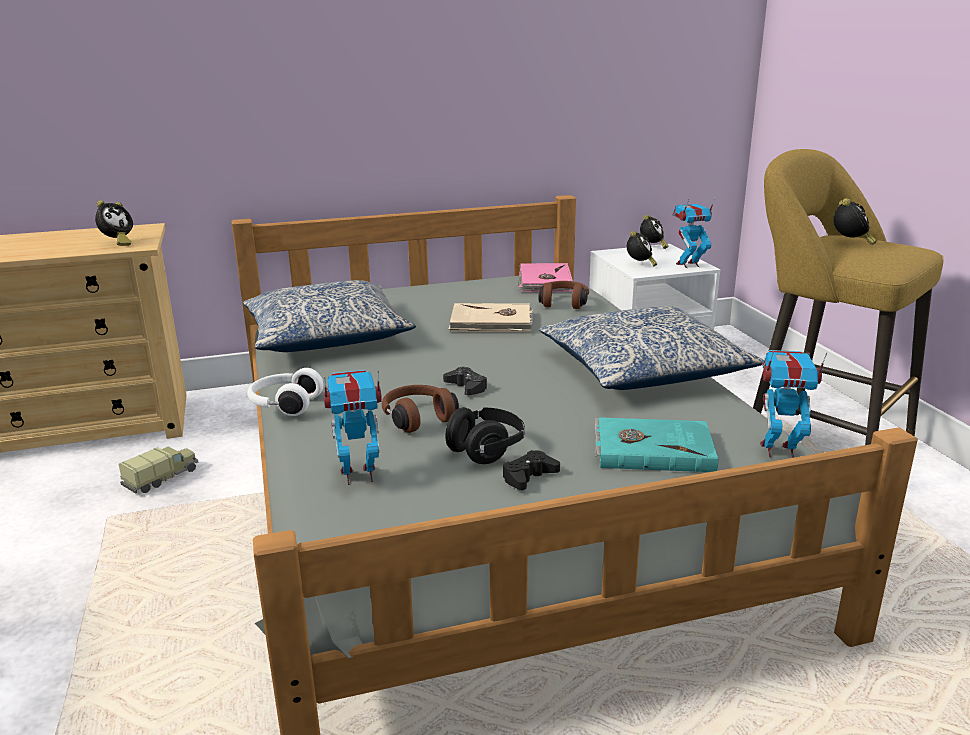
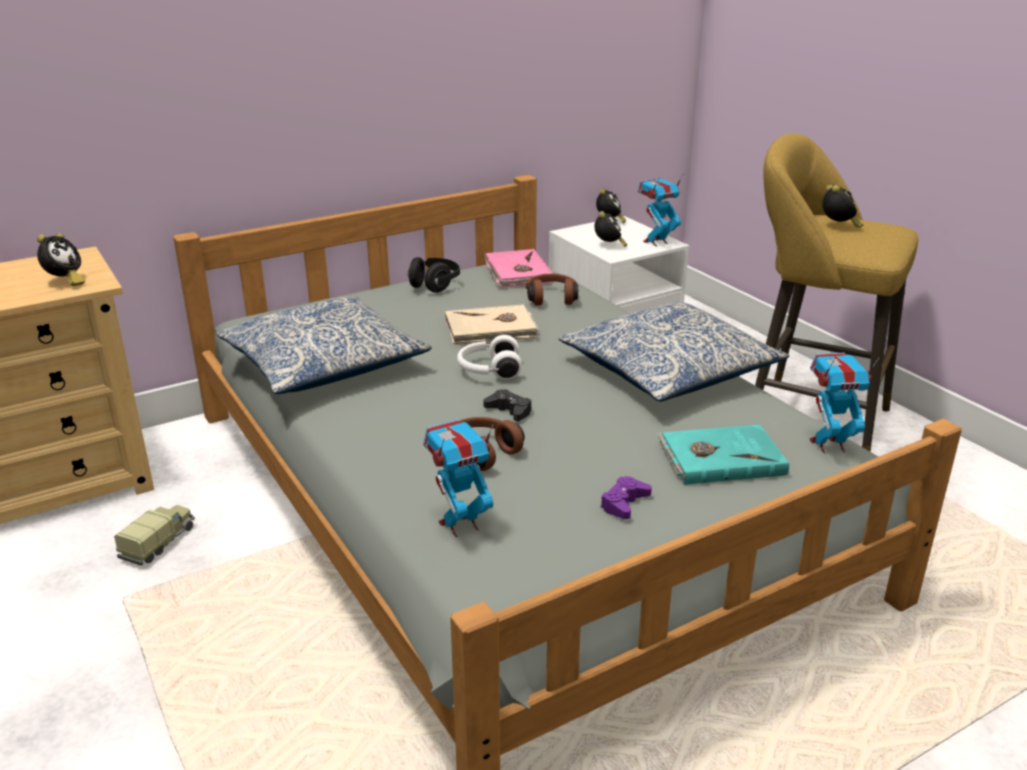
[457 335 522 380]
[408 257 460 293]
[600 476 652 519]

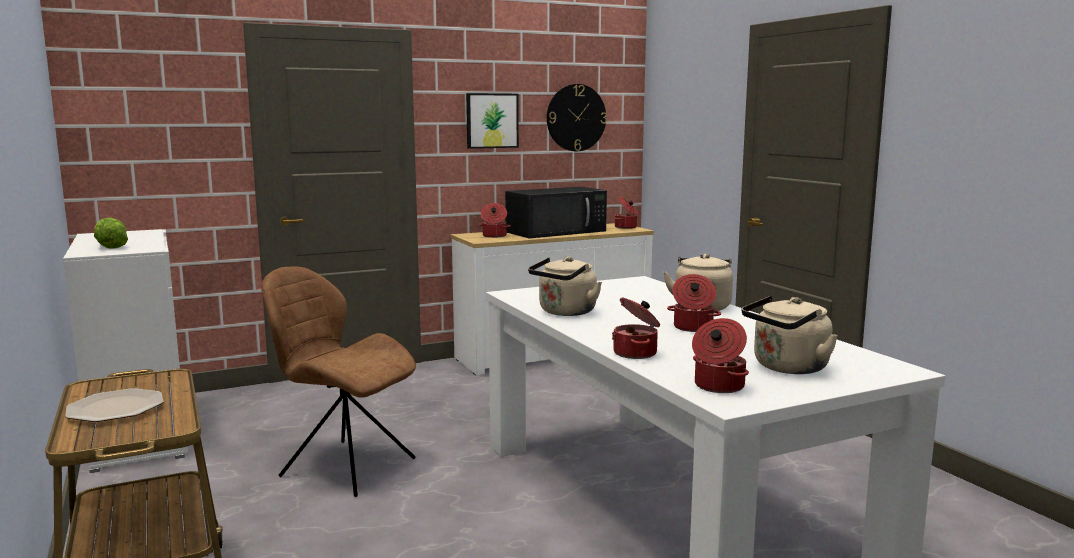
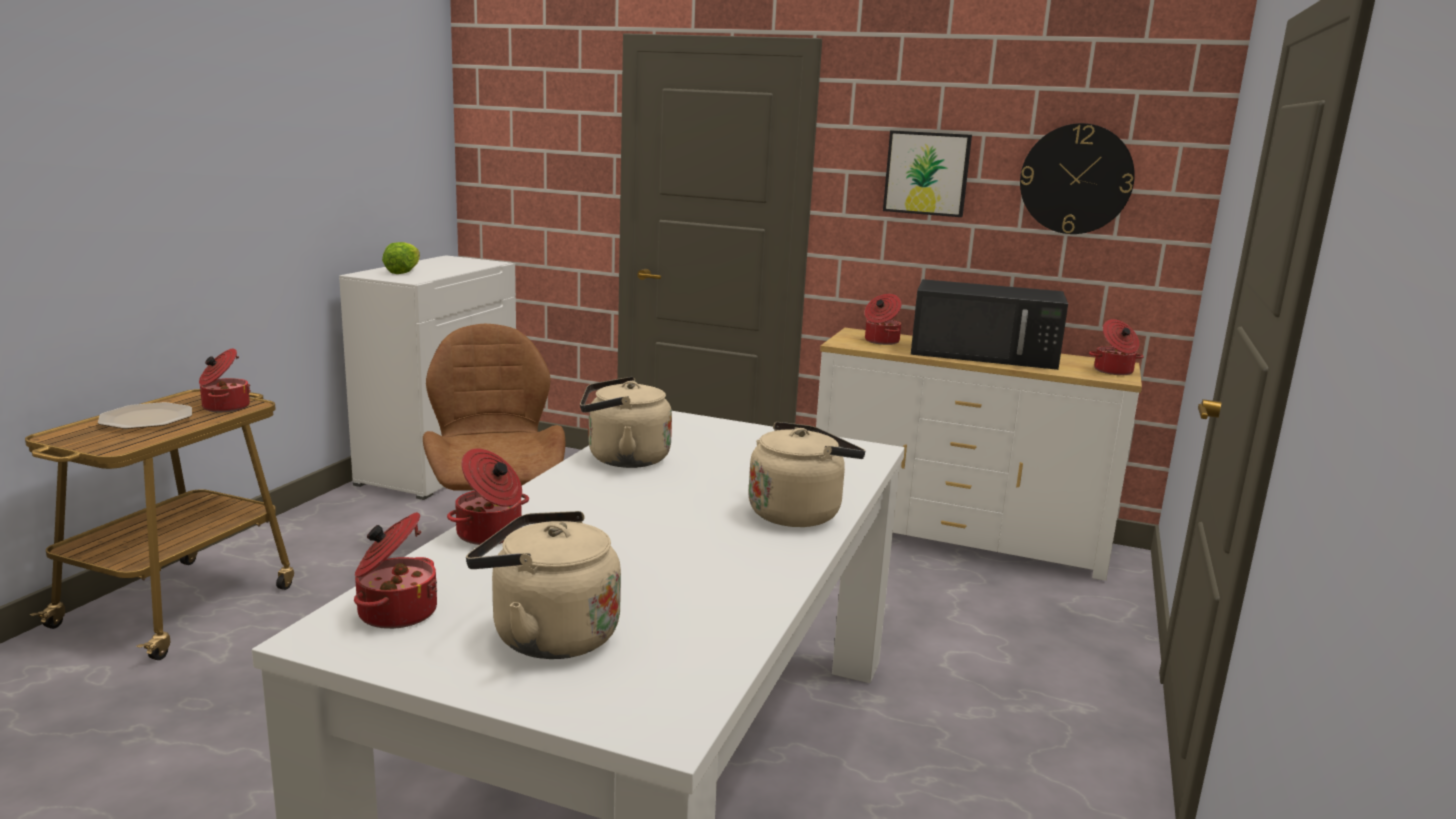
[199 349 251 412]

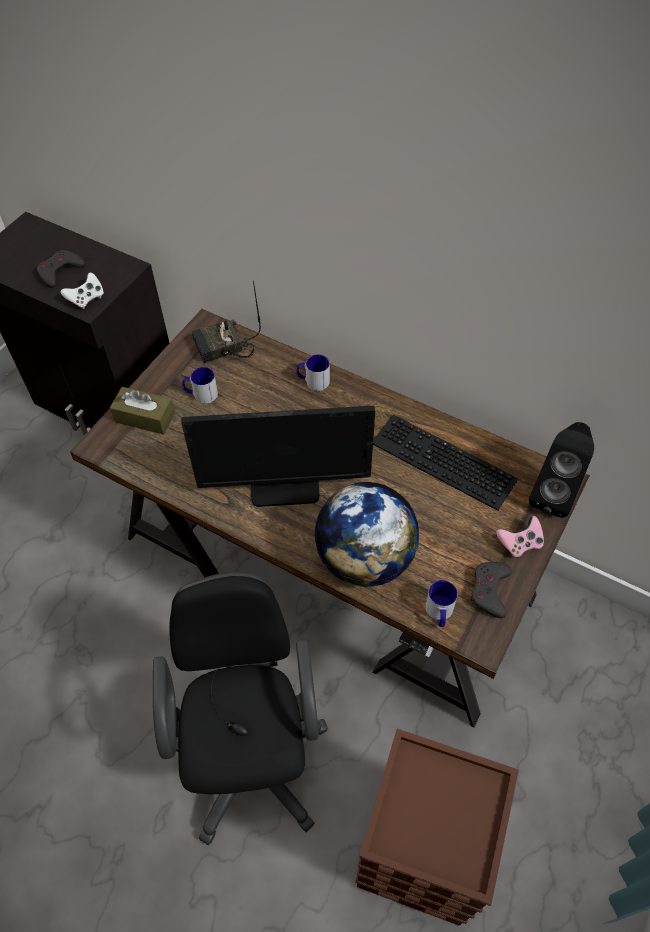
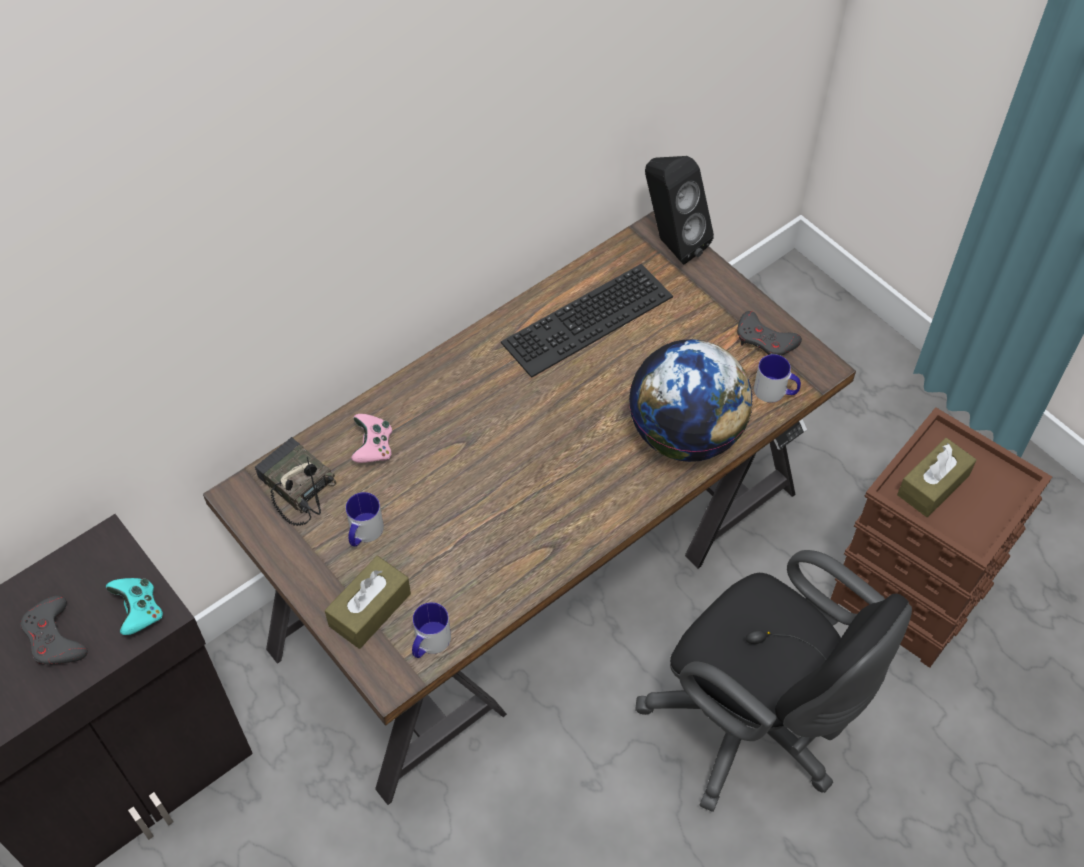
[106 578 163 635]
[635 550 912 812]
[181 406 375 507] (first image)
[255 437 336 526]
[412 602 451 658]
[351 414 392 463]
[897 438 977 517]

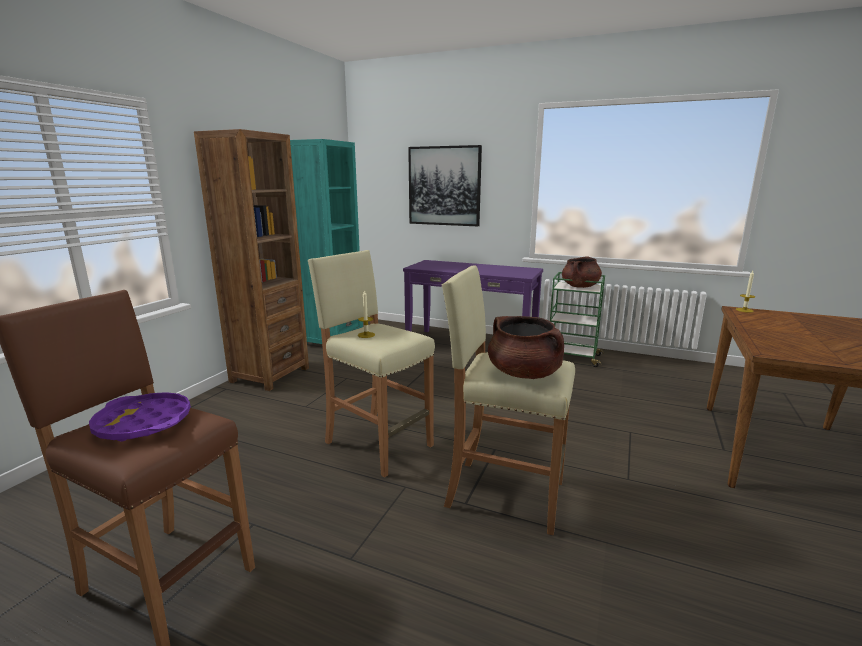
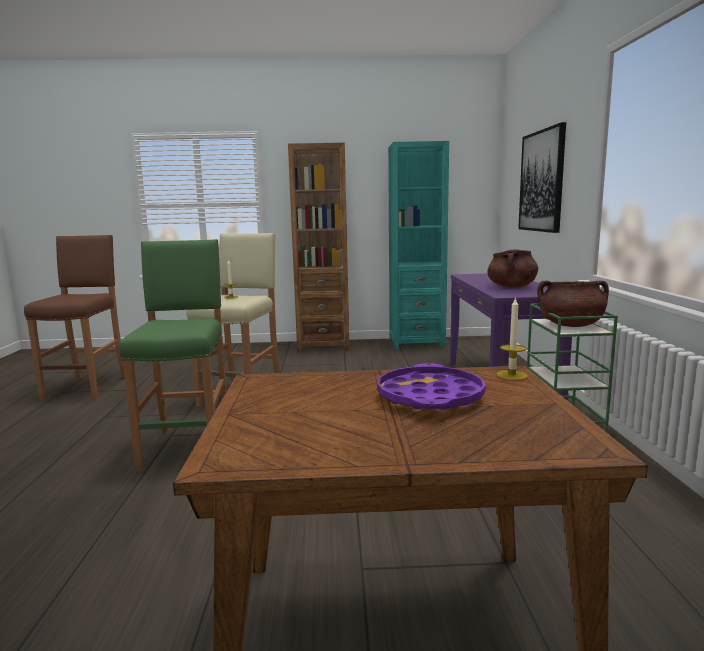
[377 363 486 410]
[119 239 227 472]
[487 249 538 288]

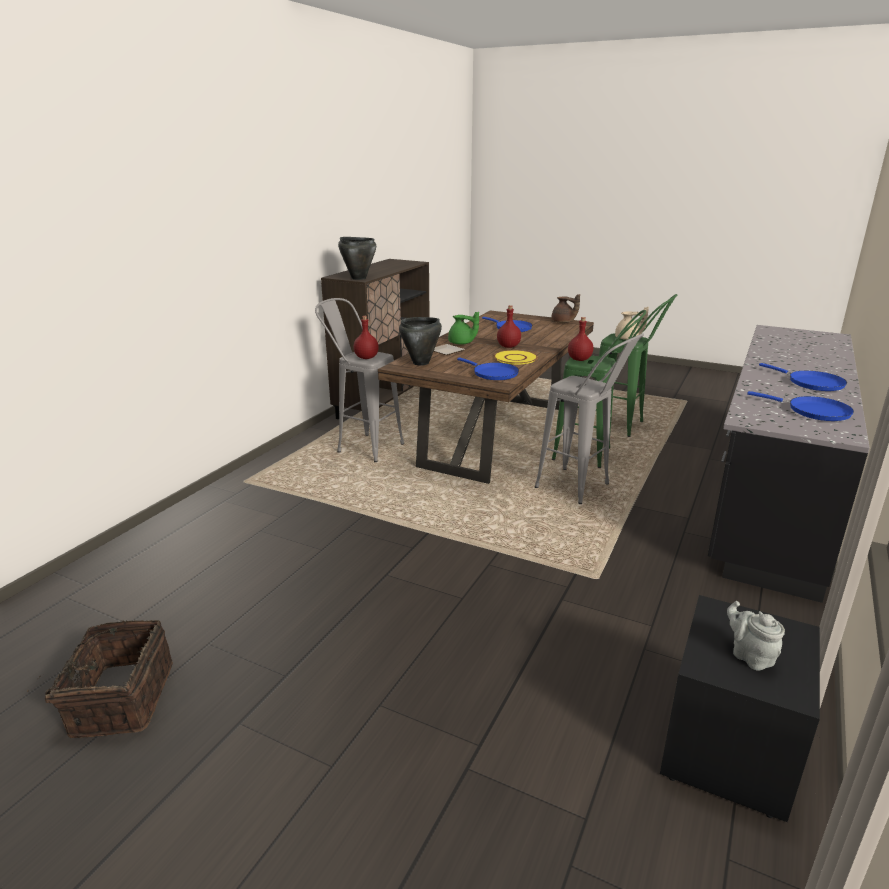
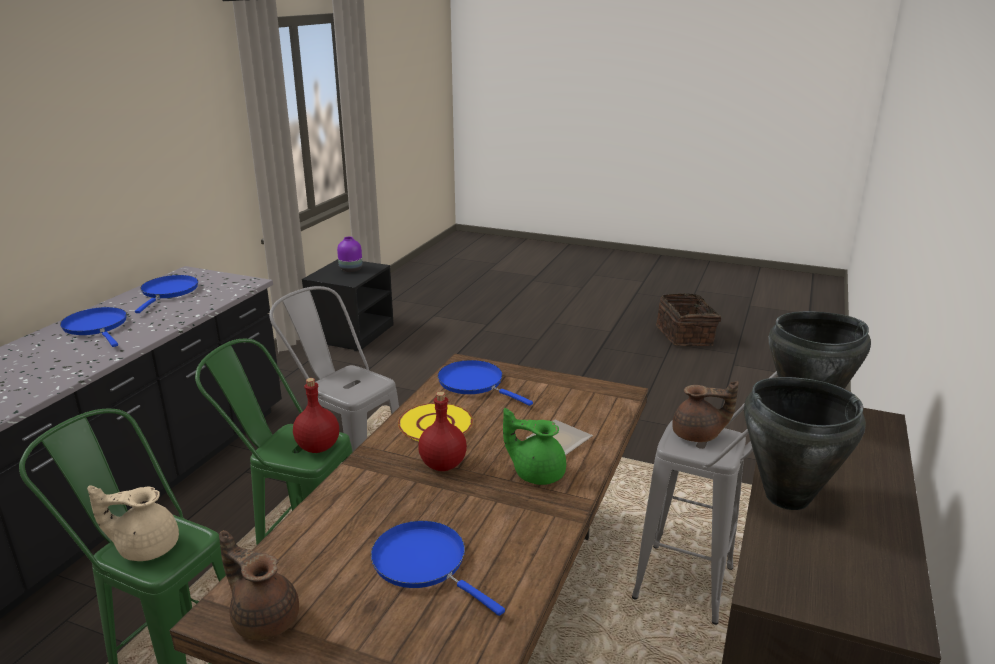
[672 381 739 442]
[744 377 866 510]
[337 237 362 272]
[135 275 198 313]

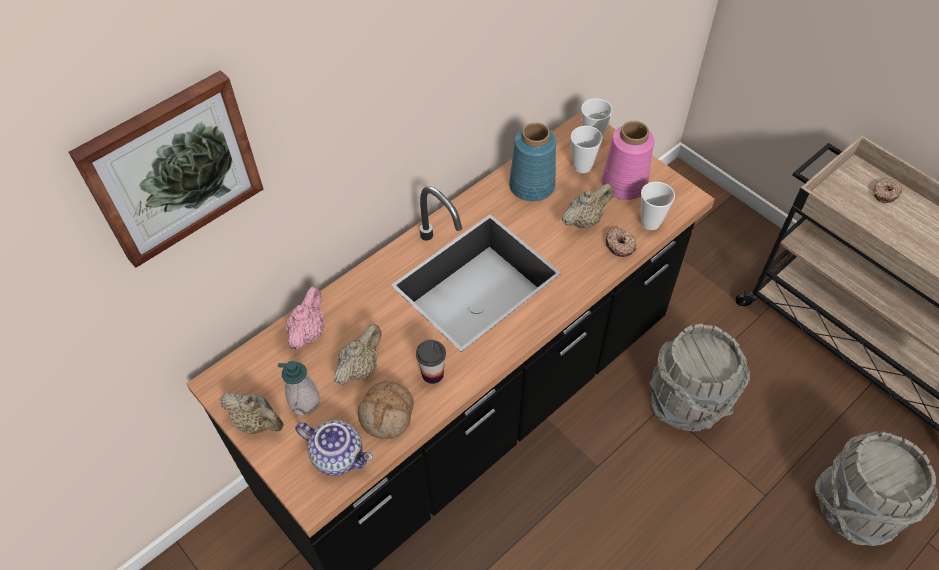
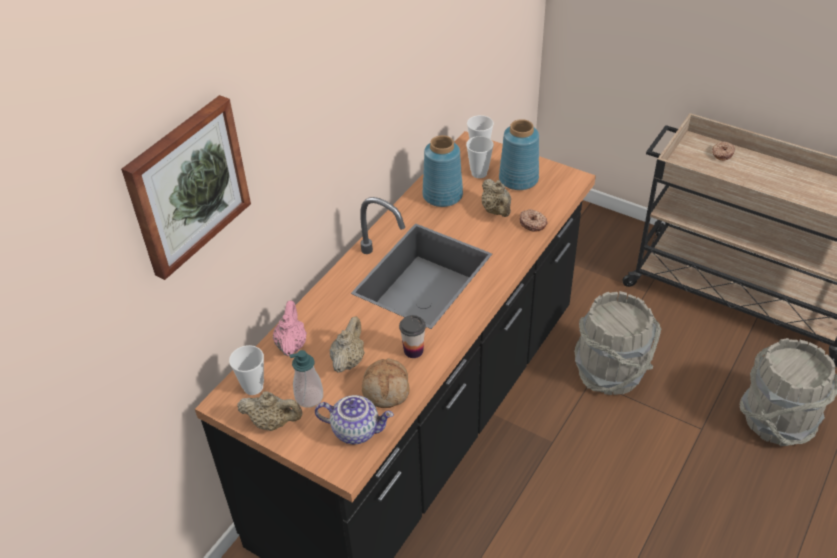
[482 179 511 217]
[499 119 539 190]
[229 345 264 395]

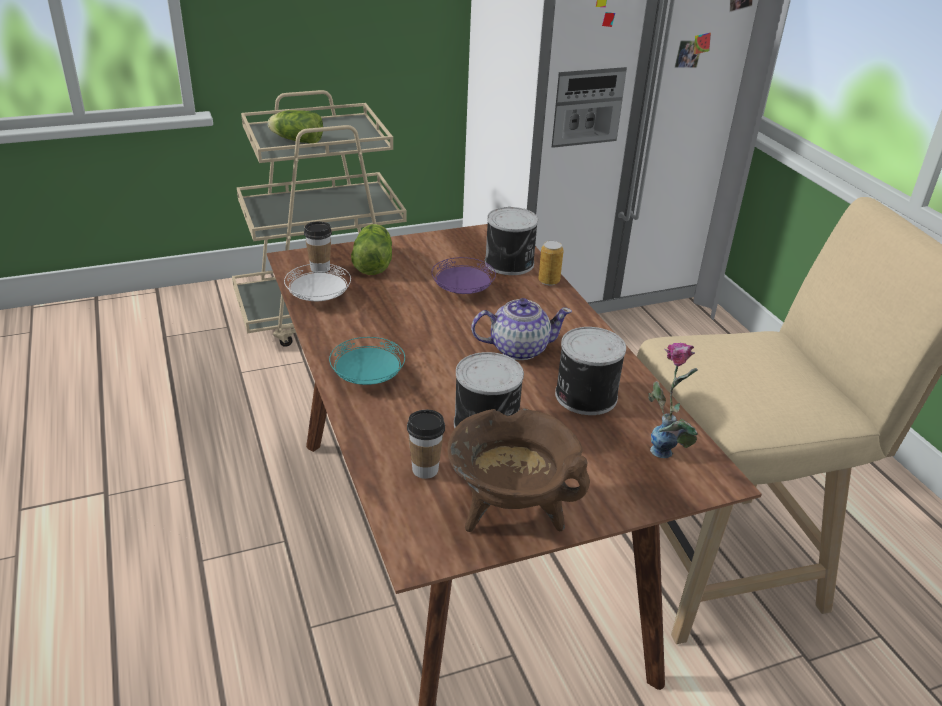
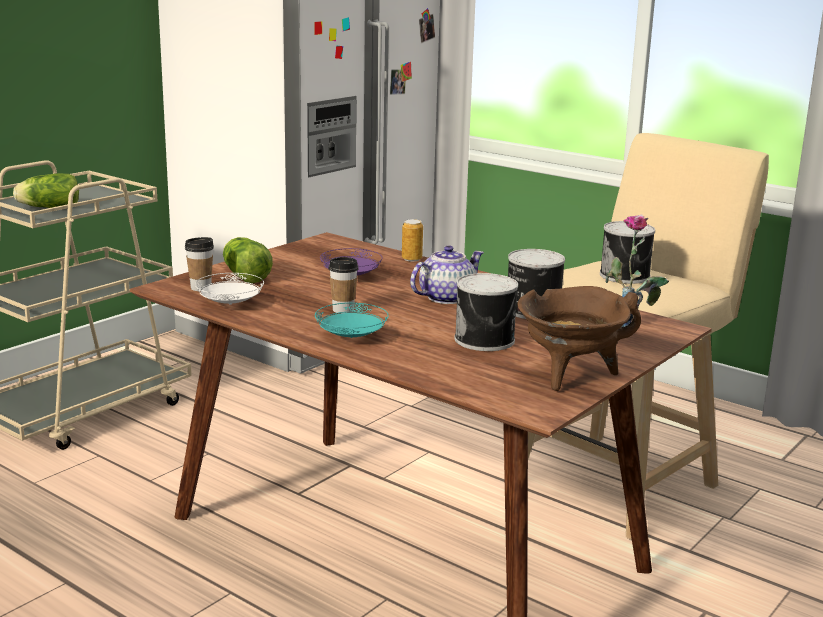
[328 257 359 314]
[600 221 655 284]

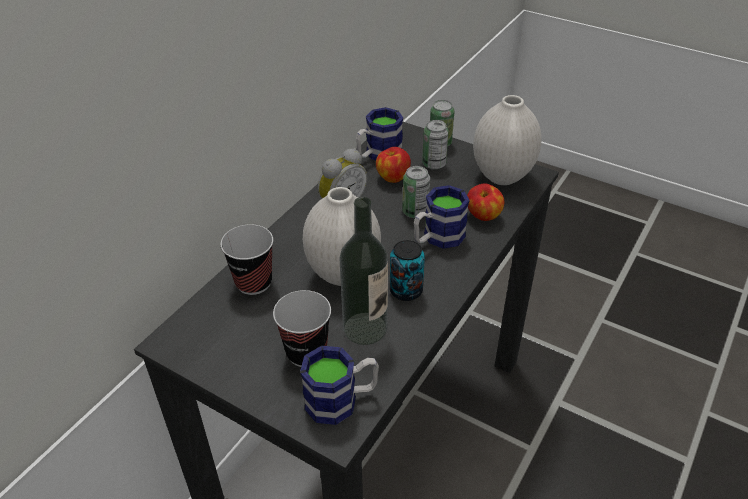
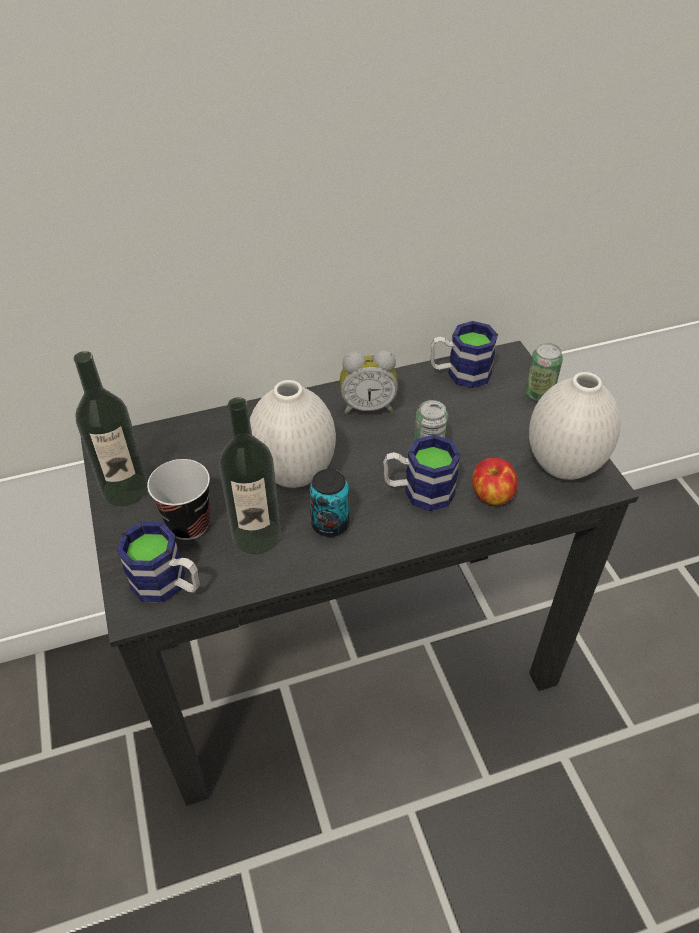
[220 224 273 295] (first image)
[376 147 411 183] (first image)
[422 120 449 170] (first image)
[74 351 148 506]

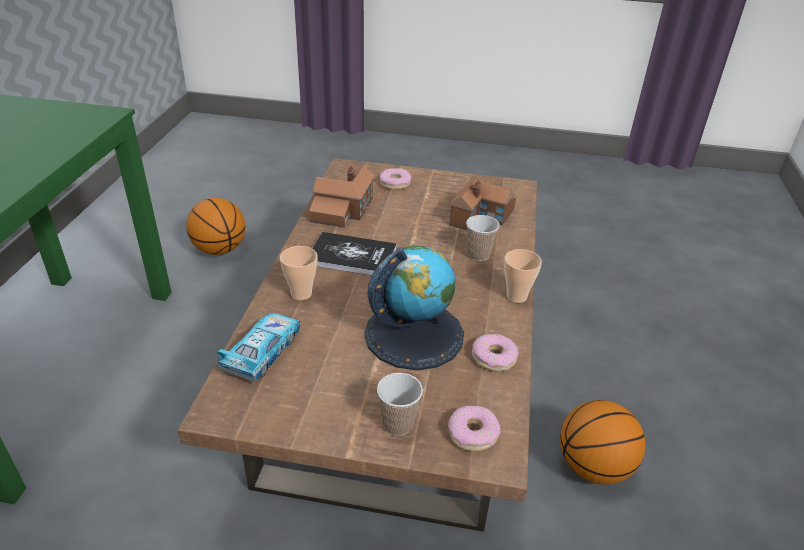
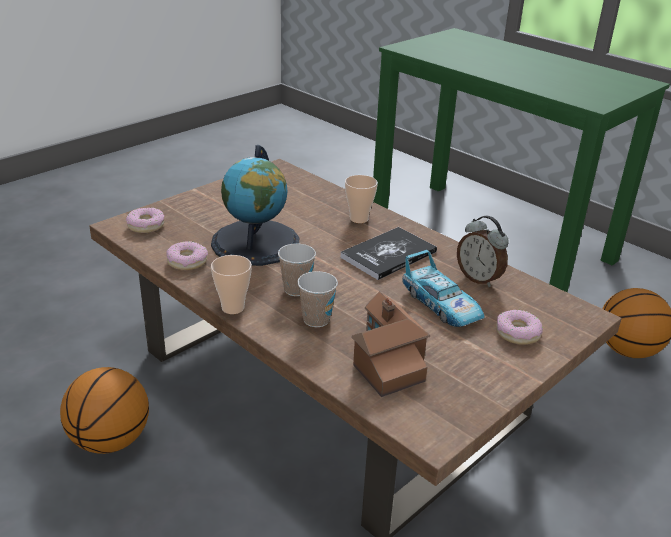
[402 250 485 327]
[457 216 509 287]
[278 244 316 296]

